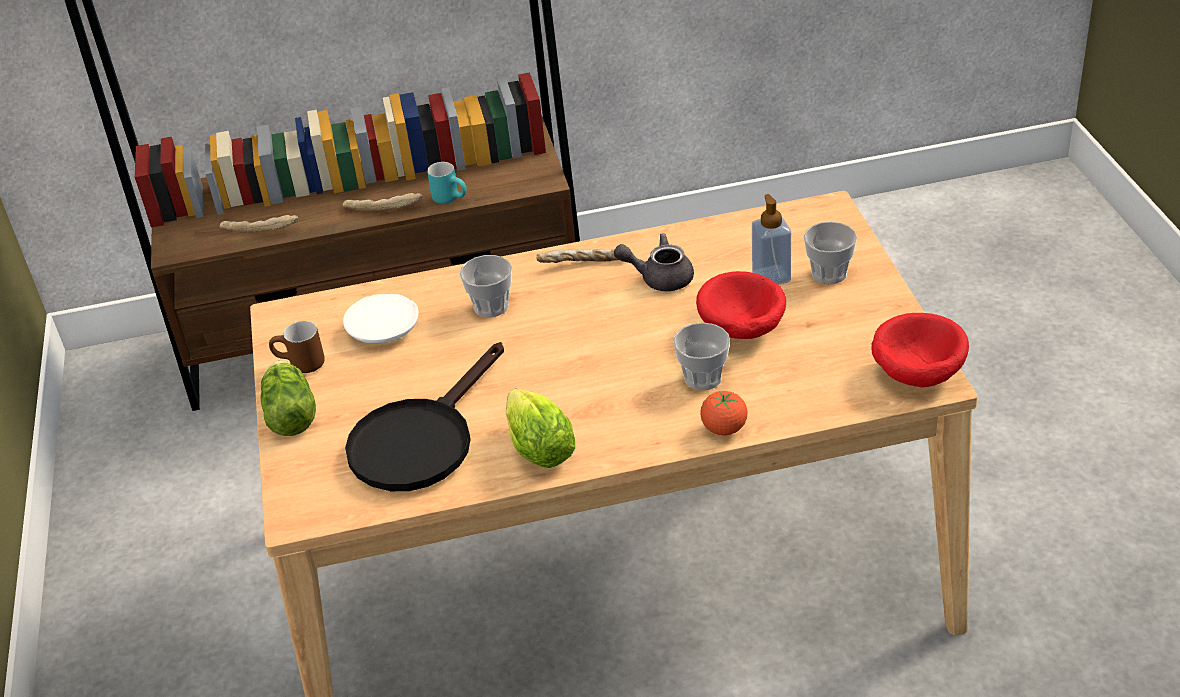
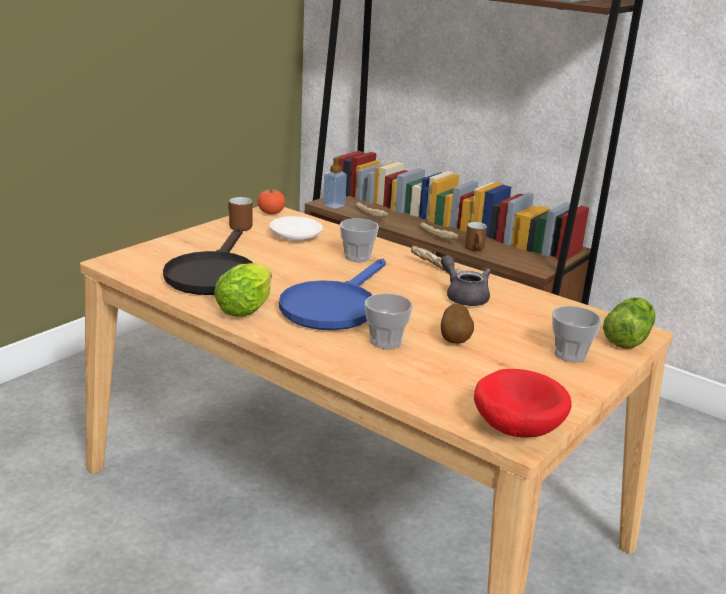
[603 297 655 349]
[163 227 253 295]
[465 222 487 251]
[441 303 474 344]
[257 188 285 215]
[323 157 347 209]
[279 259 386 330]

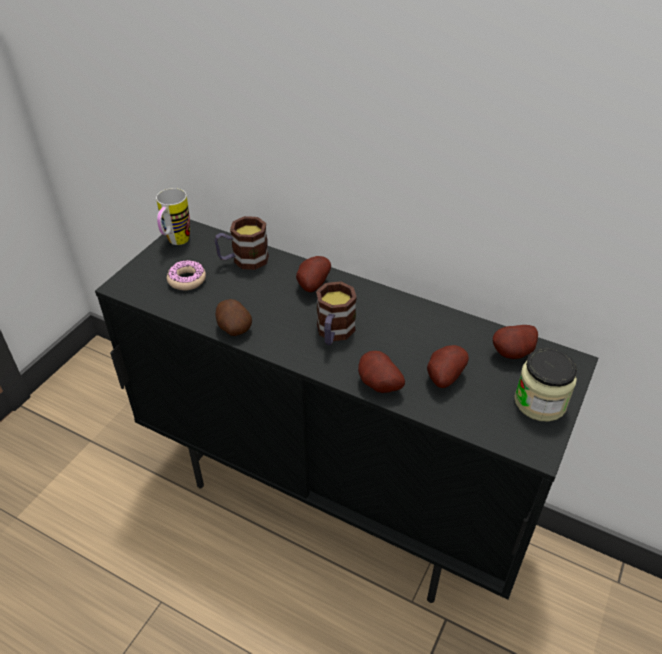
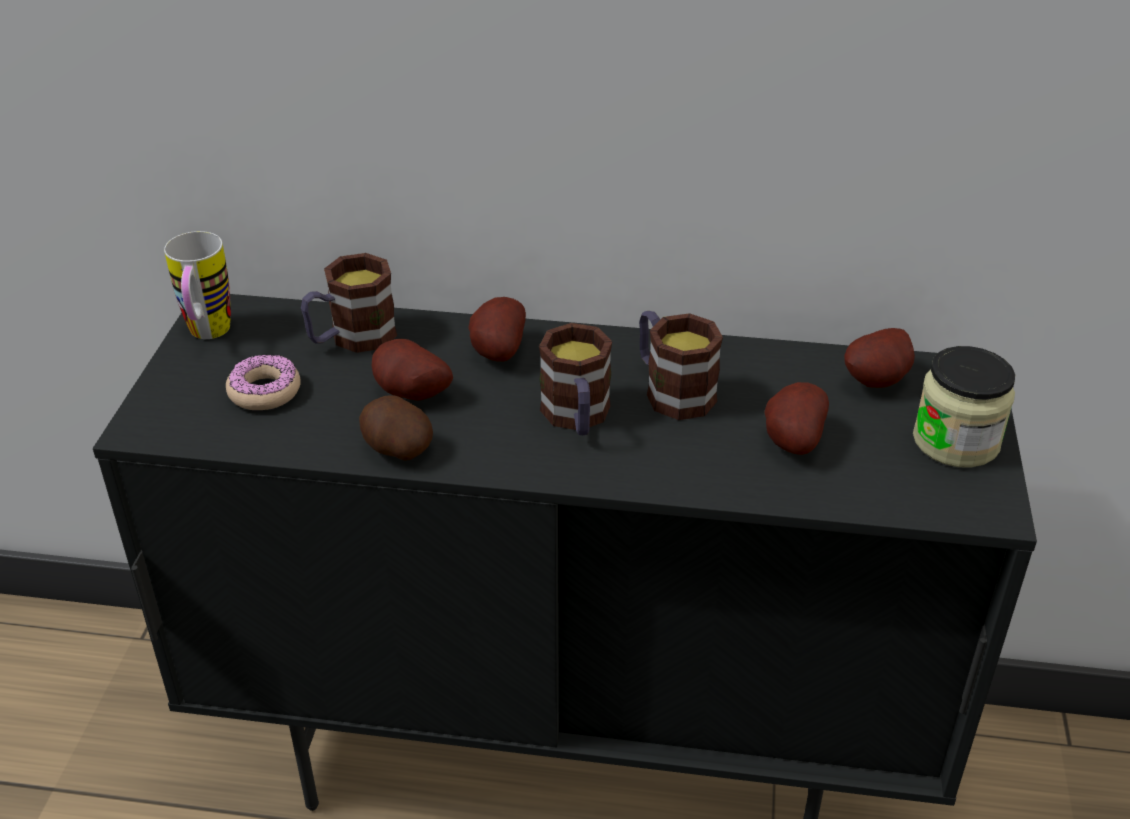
[372 339 453 401]
[639 311 723 420]

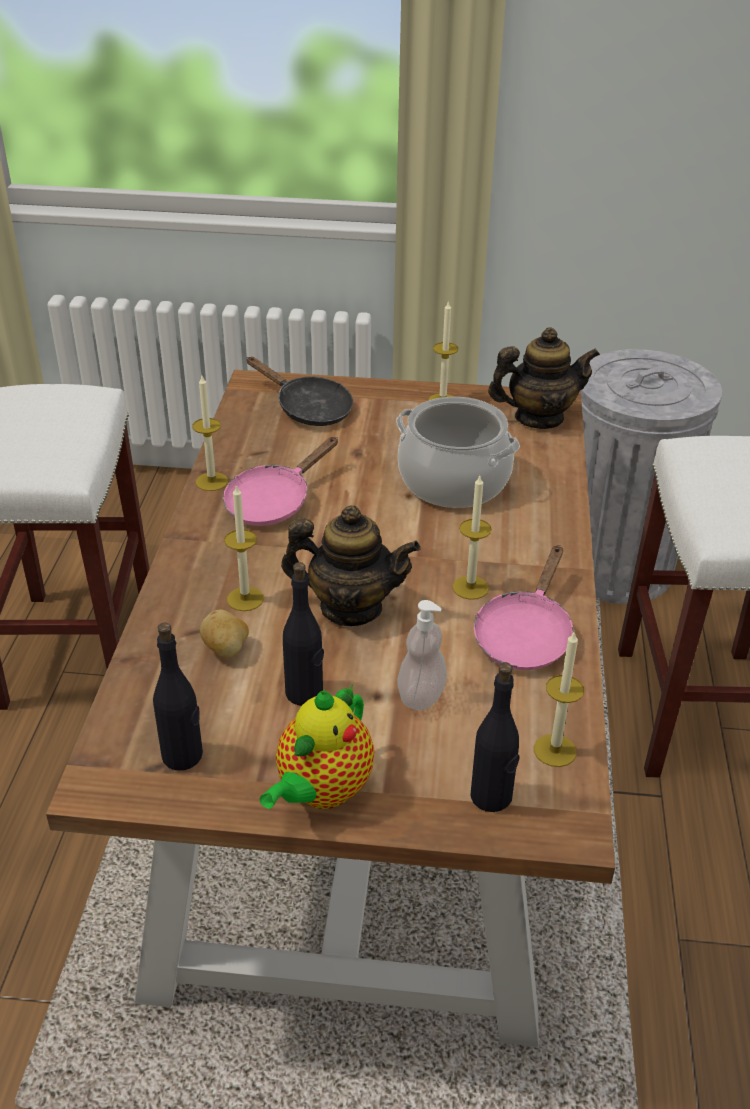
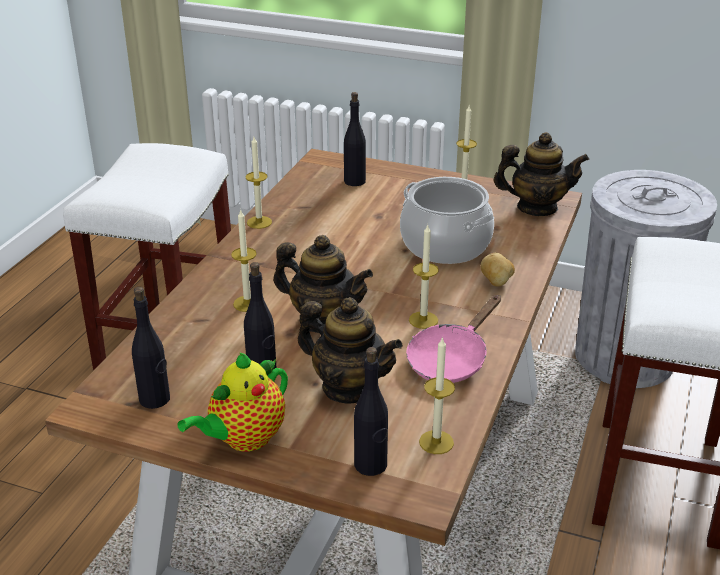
[481 253 515 286]
[223 437 338 526] (first image)
[344 92 366 186]
[298 297 403 404]

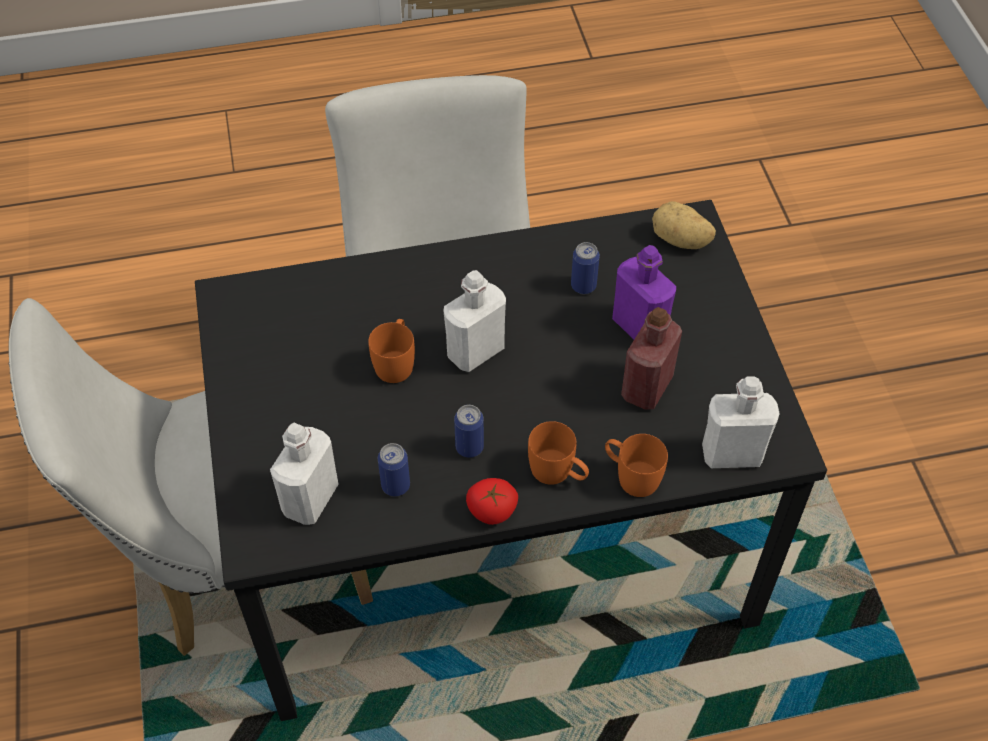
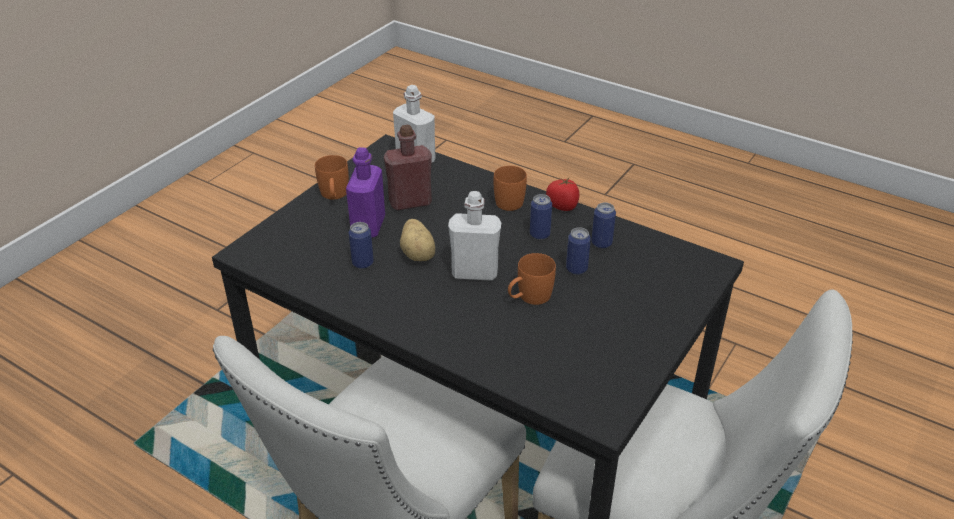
[270 423 339 525] (first image)
[315 155 349 200]
[400 219 435 261]
[566 227 591 275]

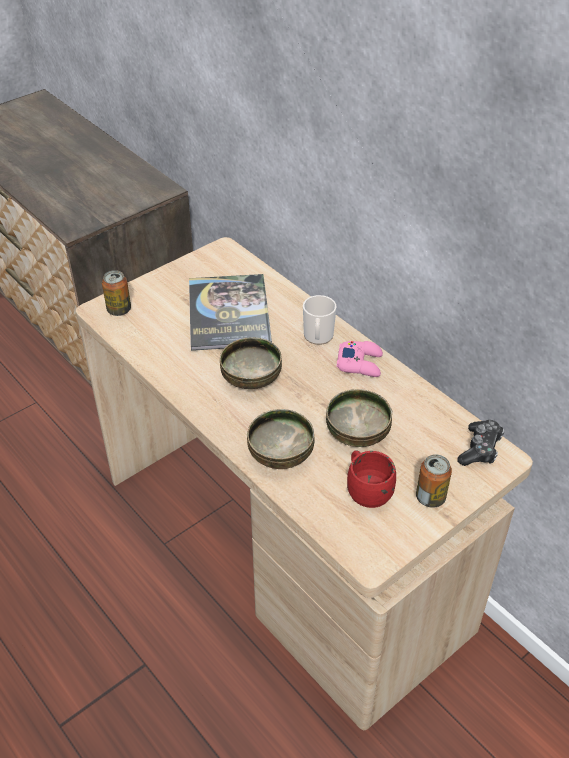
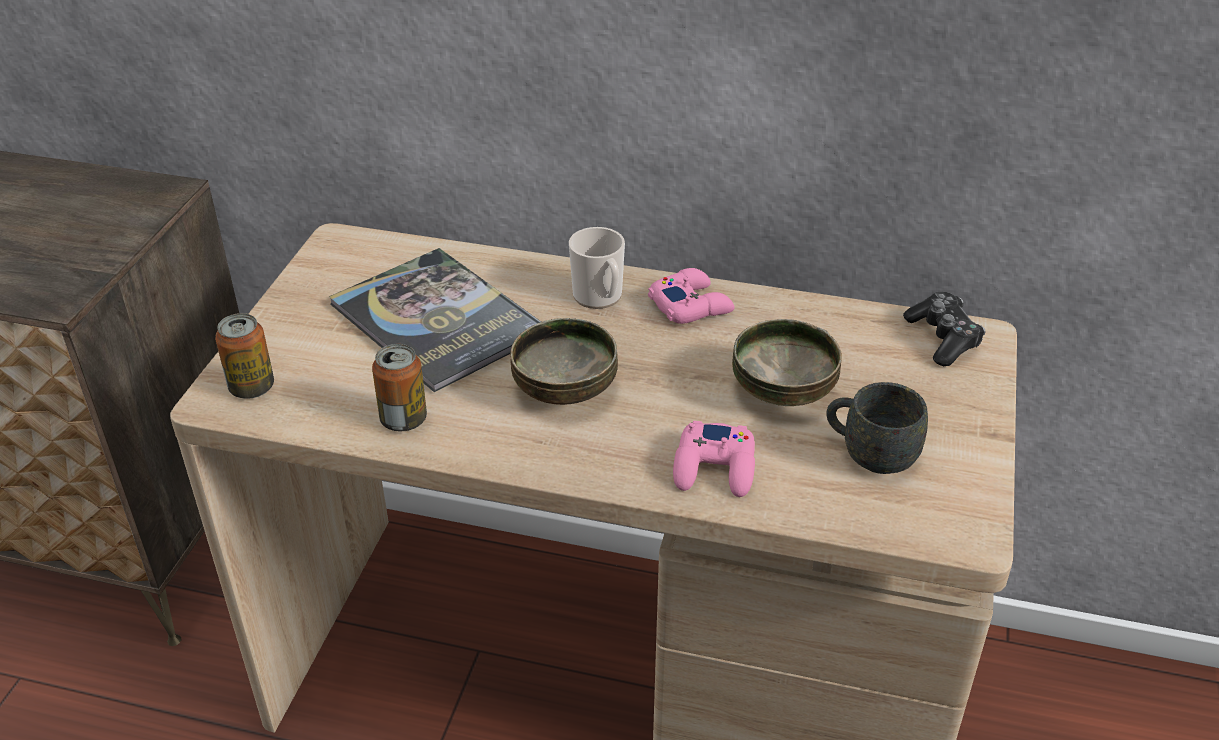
[673 421 755 497]
[827 382 928 474]
[372 344 427 431]

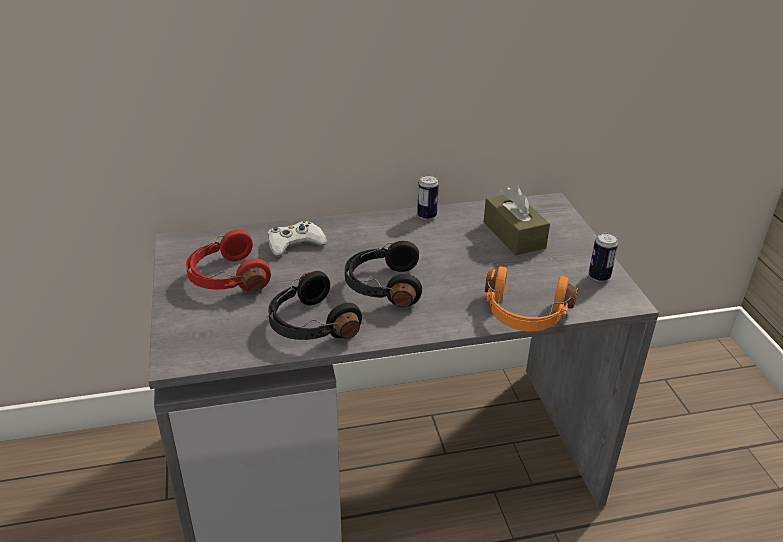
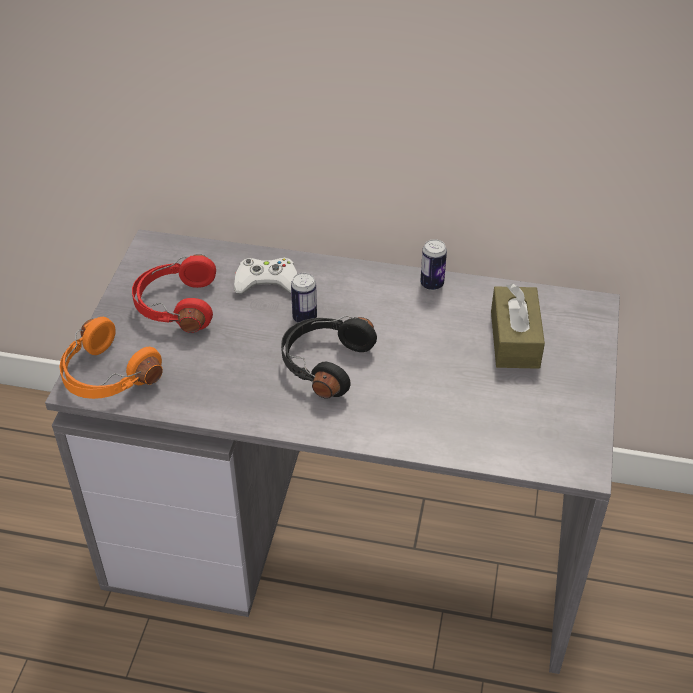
[268 271 362 340] (first image)
[59 317 163 399]
[291 273 317 323]

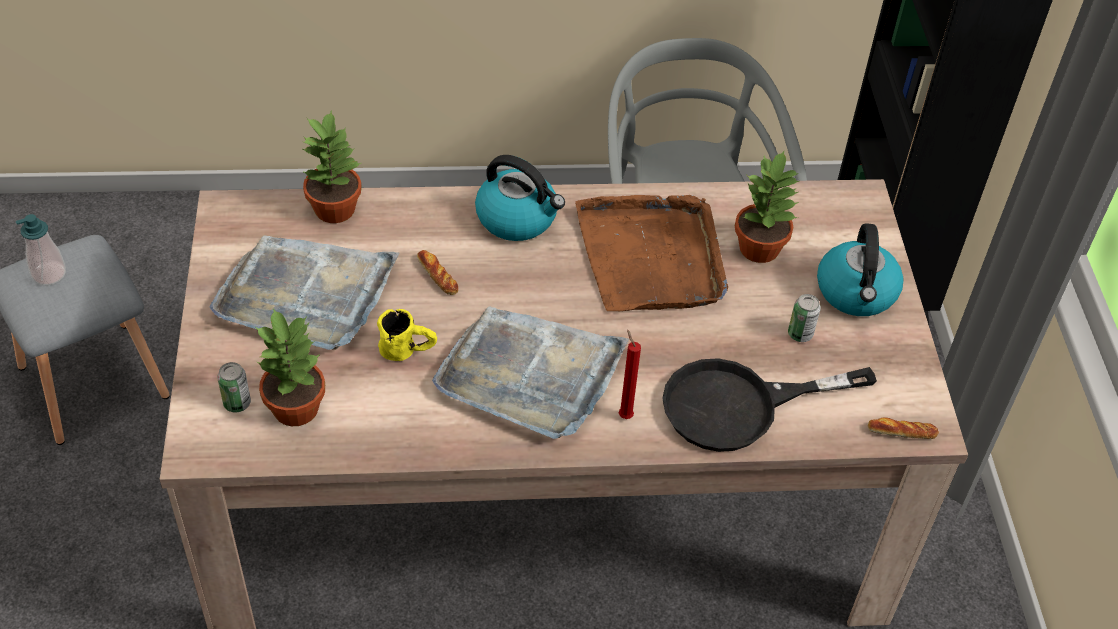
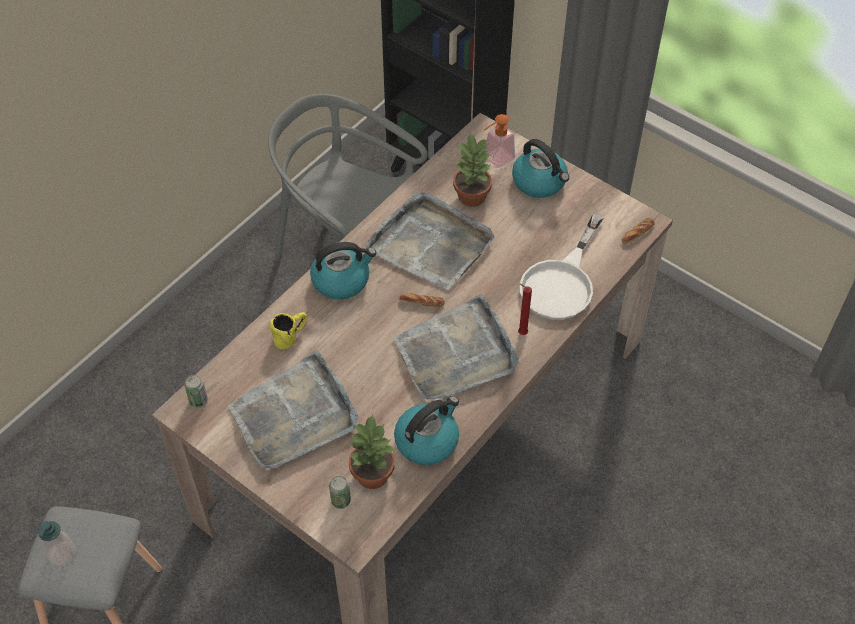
[302 110 362 223] (first image)
[269 312 307 349]
[399 293 445 307]
[364 191 494 290]
[520 214 603 320]
[185 375 208 407]
[394 396 459 465]
[484 114 515 168]

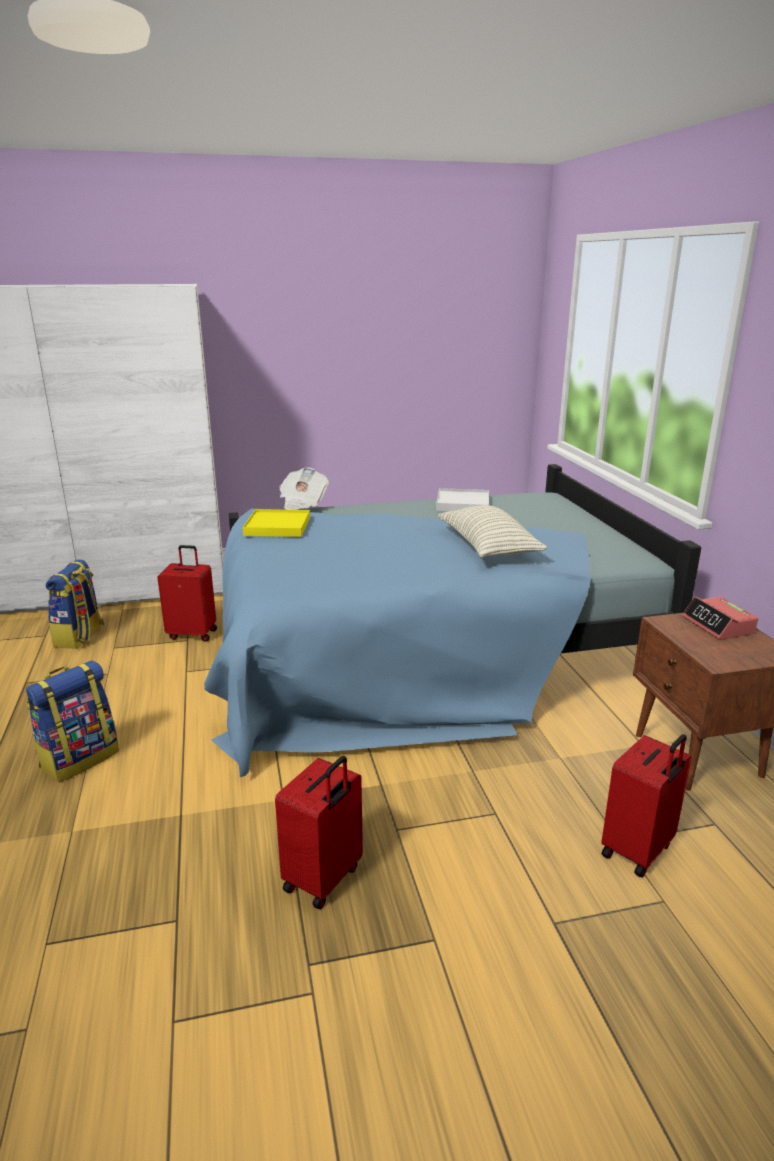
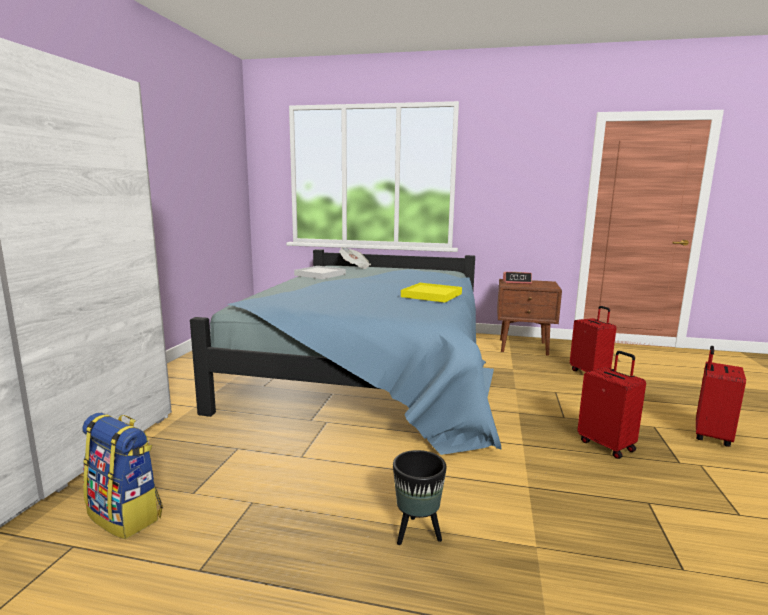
[393 450 447 545]
[696 346 746 447]
[401 283 462 303]
[339 247 371 269]
[438 505 547 558] (first image)

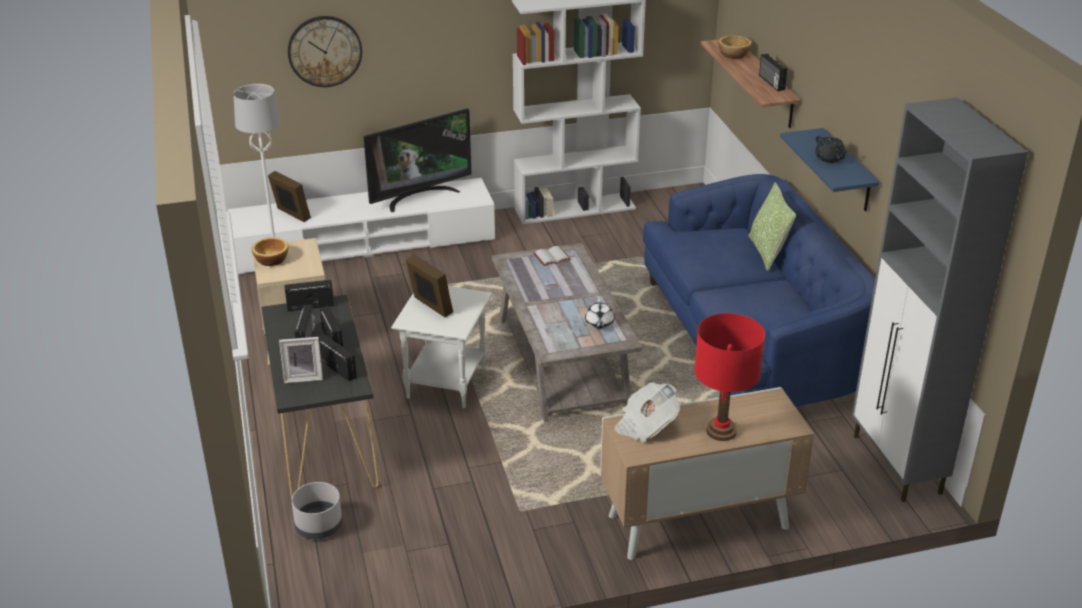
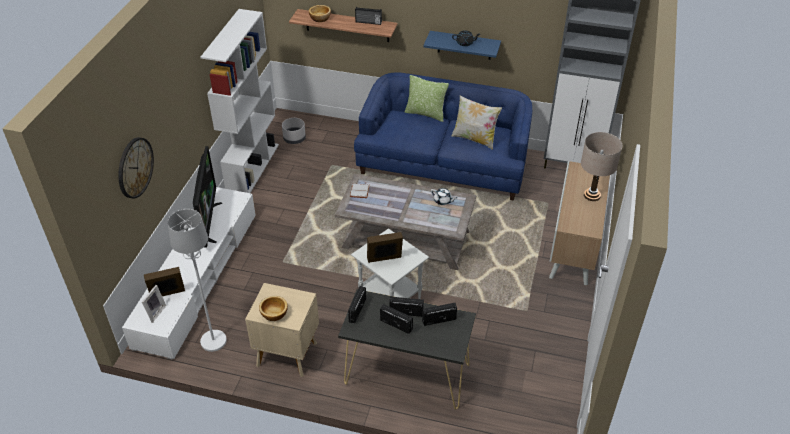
[142 285 166 323]
[282 118 306 144]
[614 382 680 442] (first image)
[581 132 623 201]
[452 96 502 150]

